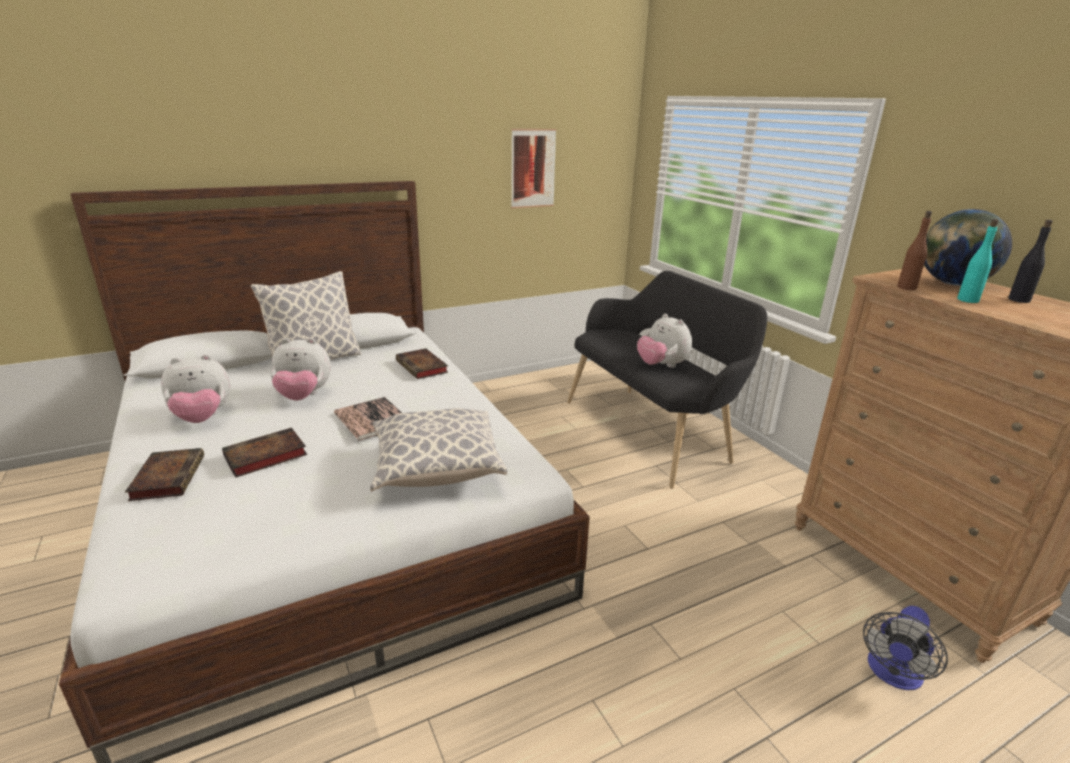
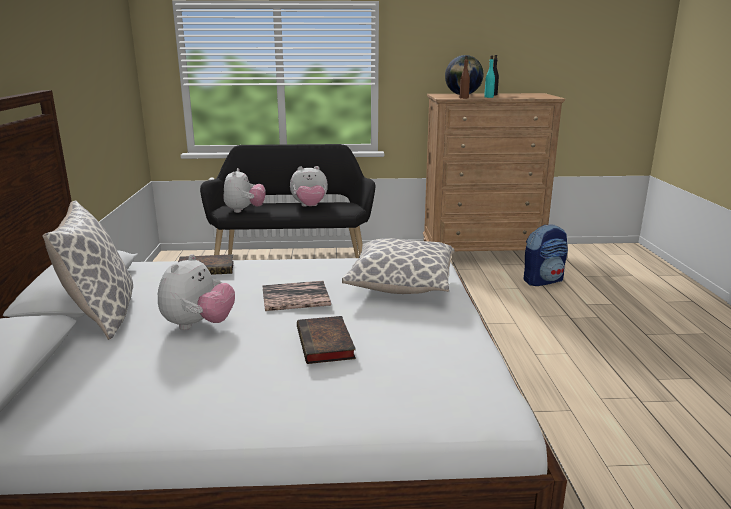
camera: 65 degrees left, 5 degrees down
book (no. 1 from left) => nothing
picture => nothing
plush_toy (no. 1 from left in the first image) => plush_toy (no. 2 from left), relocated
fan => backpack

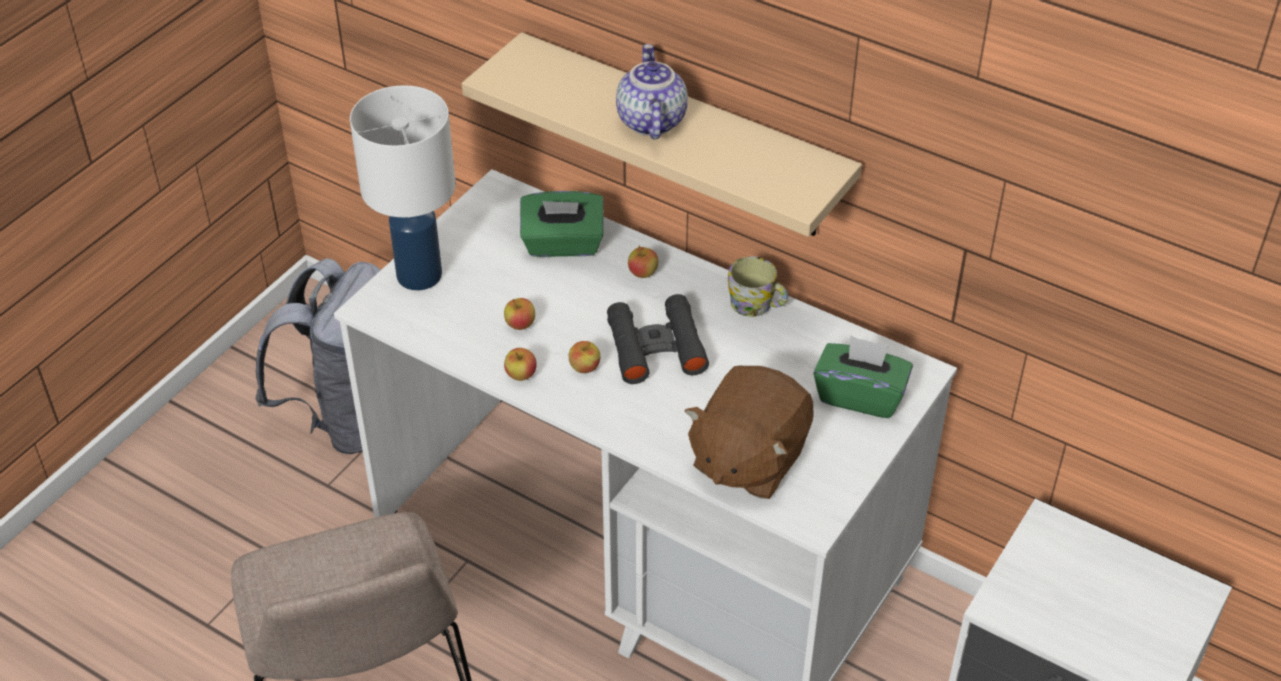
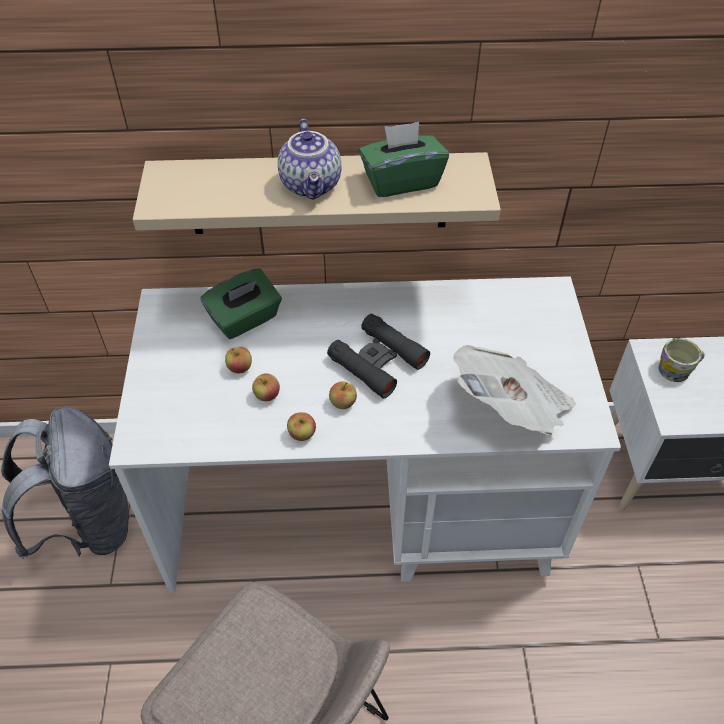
camera: 35 degrees left, 5 degrees up
white_table_lamp => nothing
apple (no. 4 from left in the first image) => apple (no. 1 from left), relocated
mug, relocated
green_tissue_box (no. 2 from left), relocated
brown_plush_toy => newspaper
teapot, 150 degrees counterclockwise

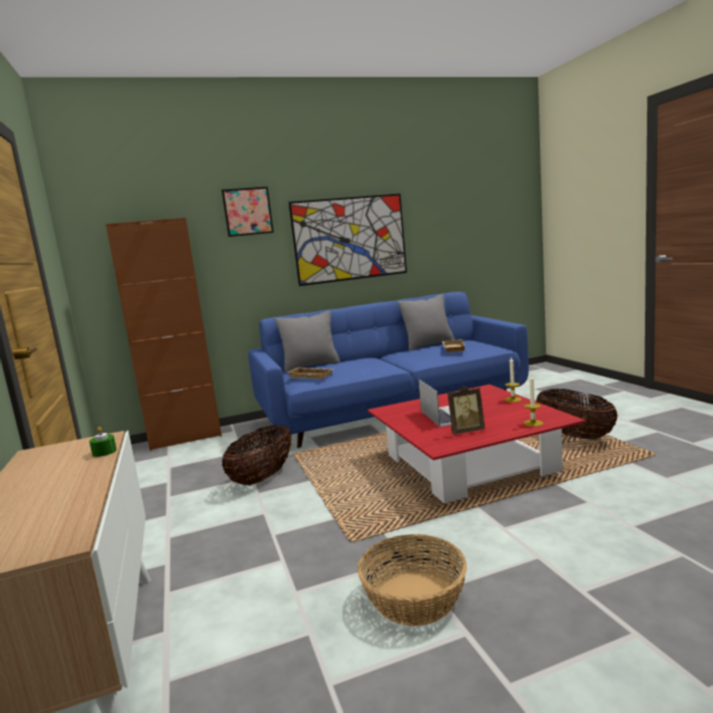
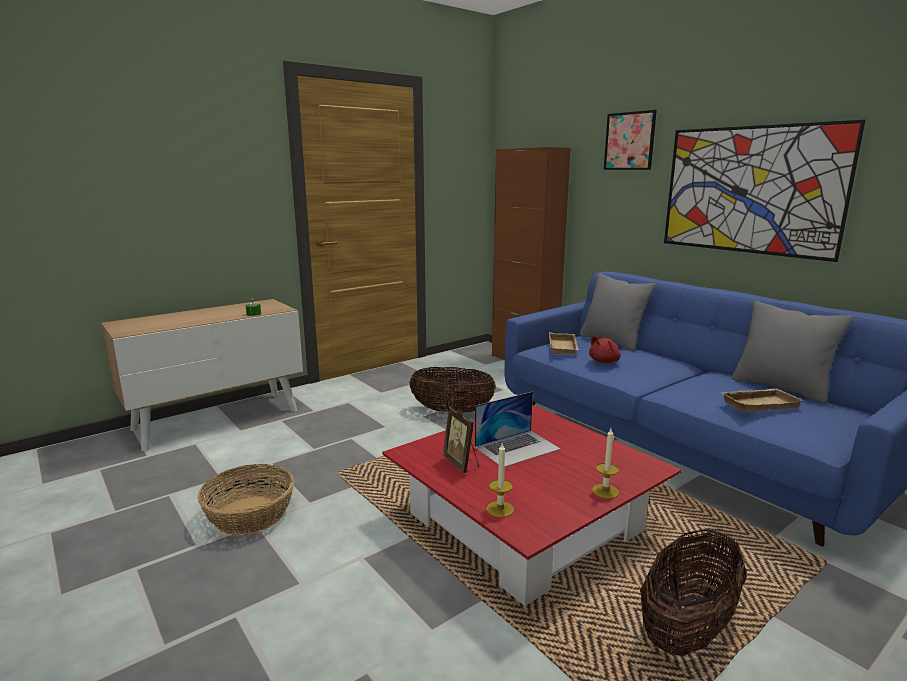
camera: 70 degrees right, 5 degrees up
nothing => red_plush_toy

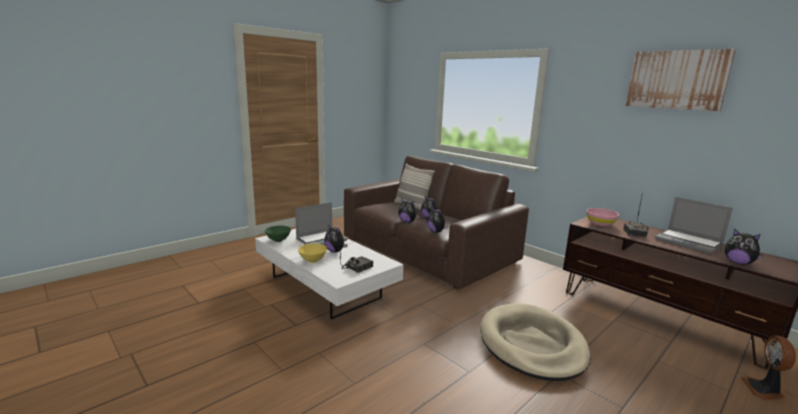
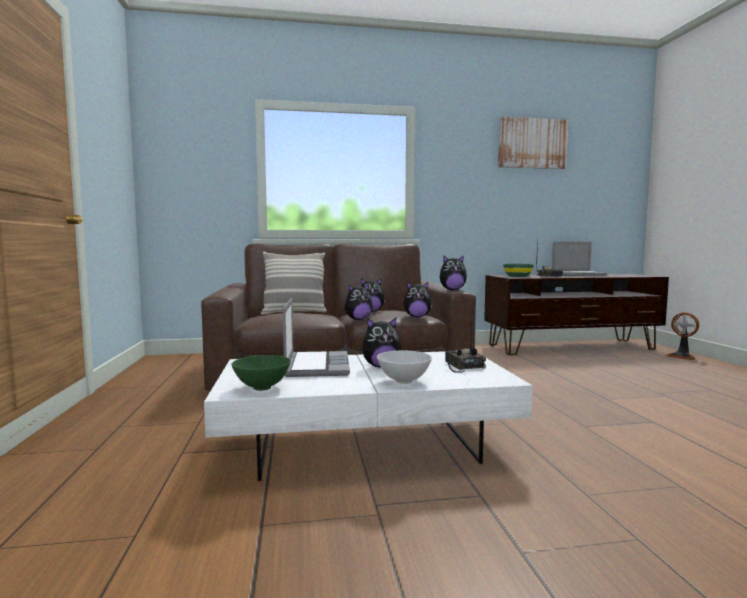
camera: 55 degrees left, 10 degrees down
beige_dog_bed => nothing
plush_toy (no. 5 from left), relocated
yellow_bowl => white_bowl
pink_bowl => green_bowl (no. 2 from left)

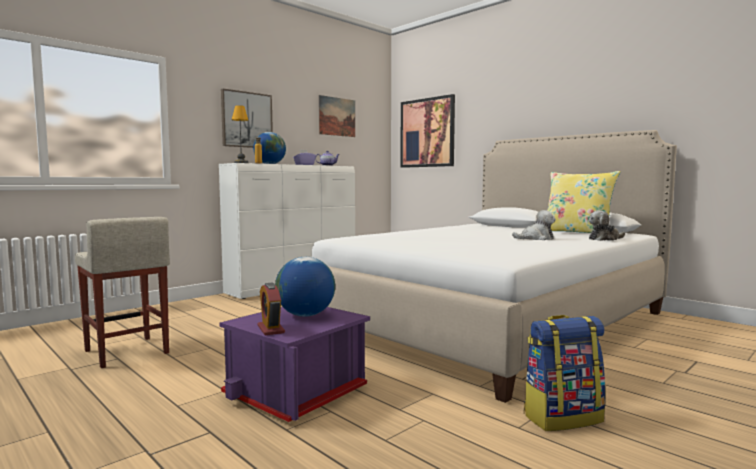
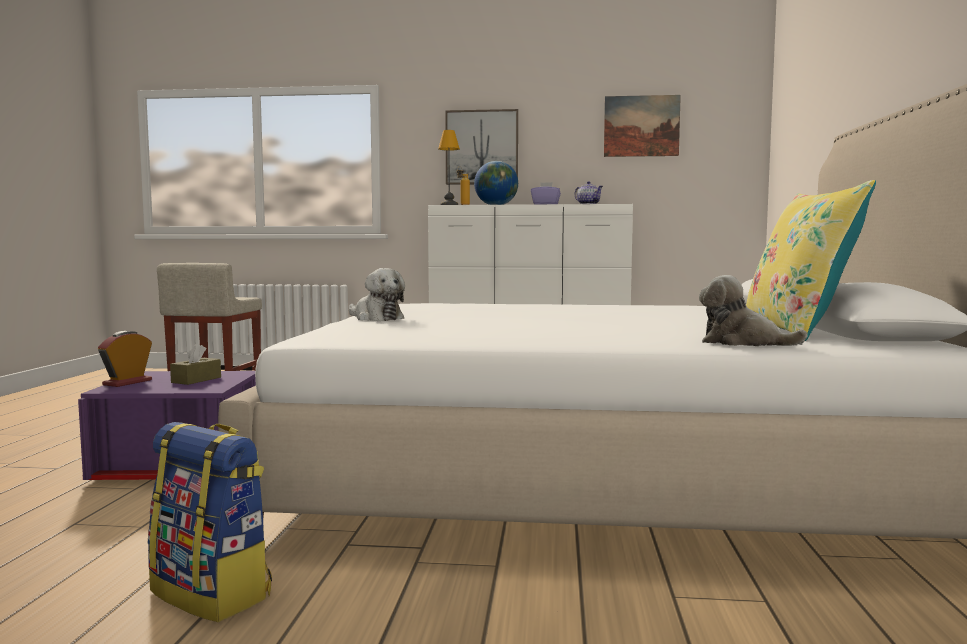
camera: 50 degrees right, 0 degrees up
picture (no. 3 from left) => nothing
plush_toy (no. 1 from left), relocated
globe (no. 2 from left) => brown_tissue_box

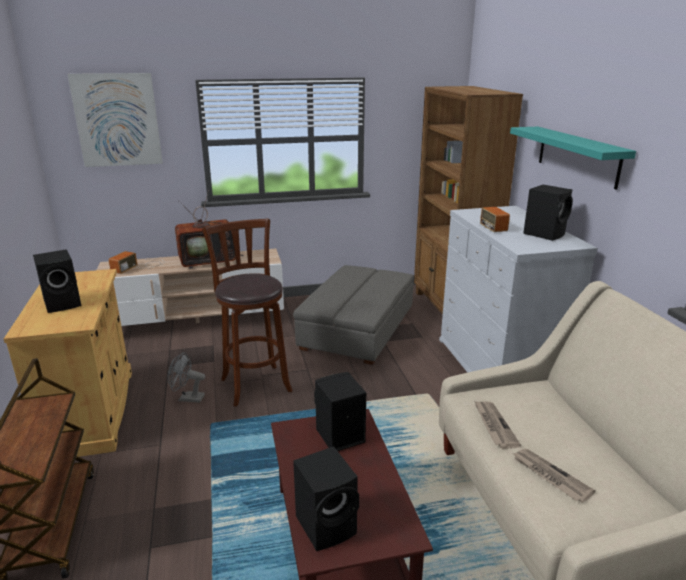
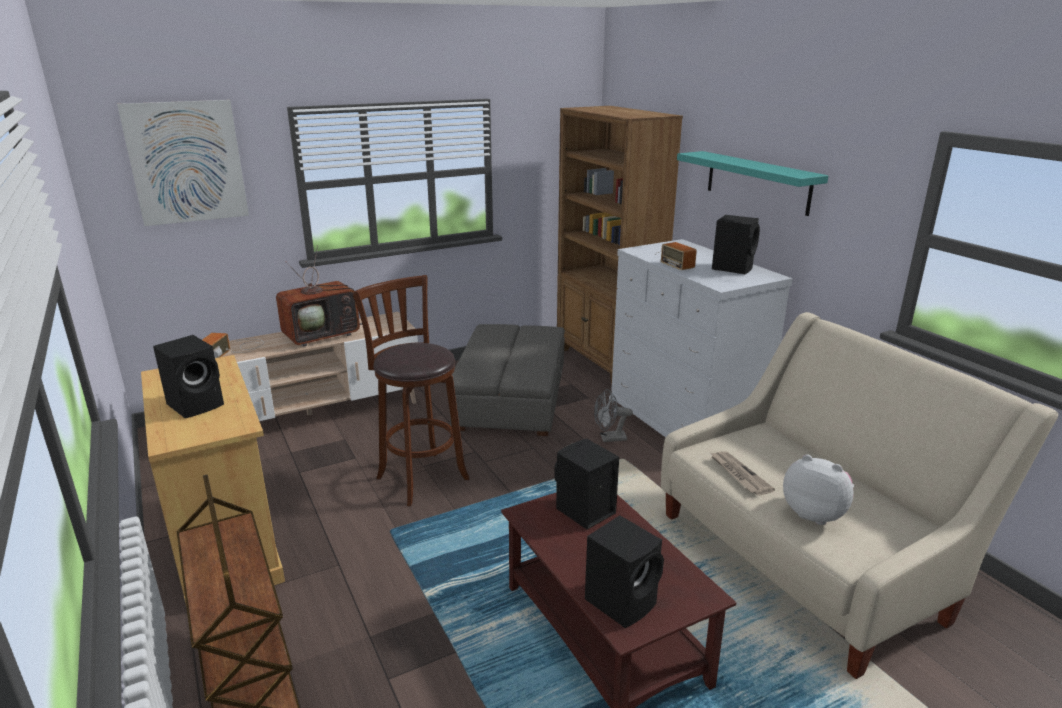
camera: 15 degrees left, 0 degrees up
grey_fan, relocated
newspaper (no. 2 from left) => plush_toy

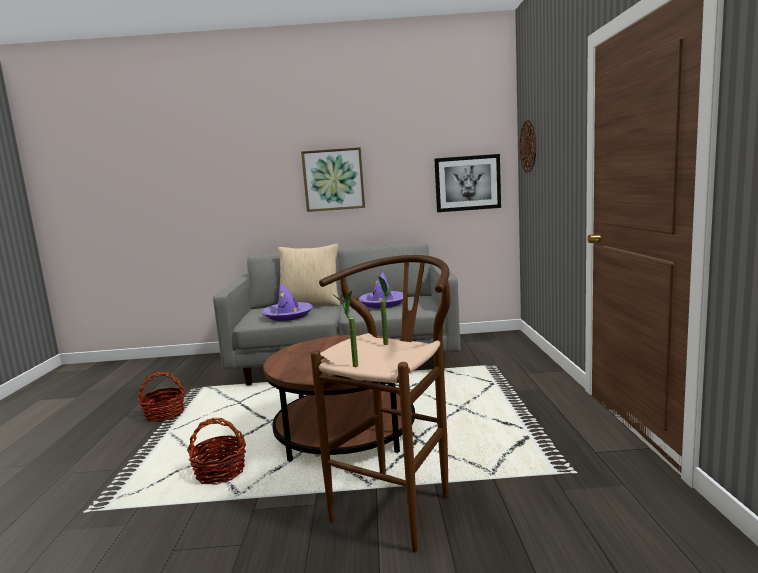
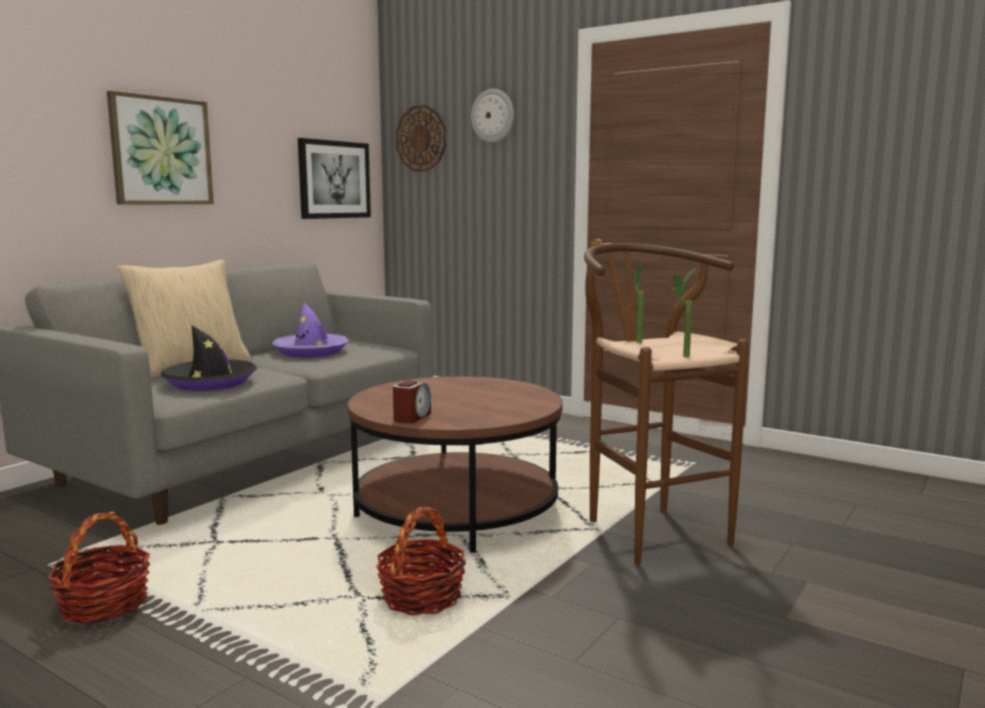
camera: 55 degrees left, 0 degrees up
nothing => alarm_clock
nothing => wall_clock (no. 2 from left)
purple_hat (no. 1 from left) => black_hat

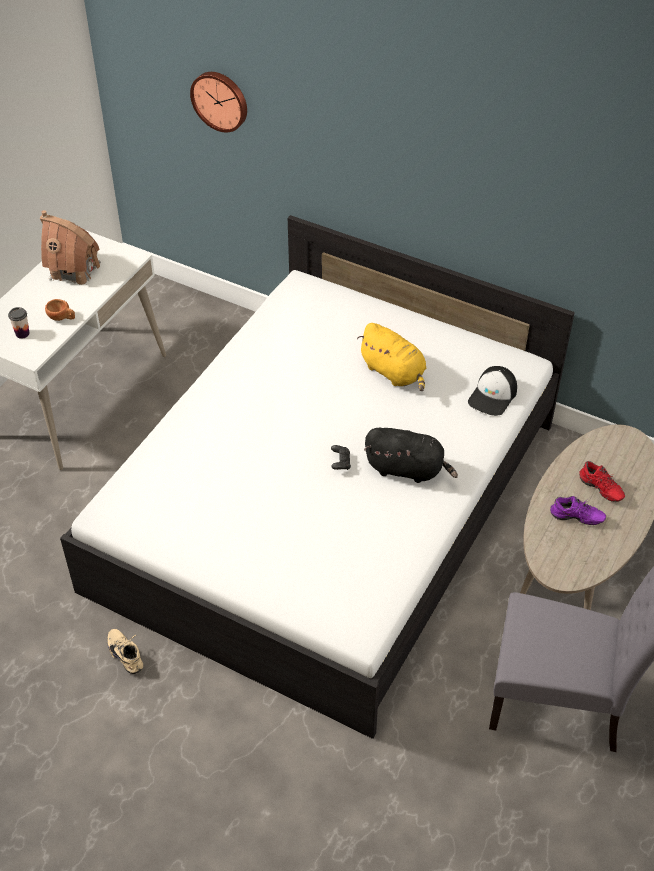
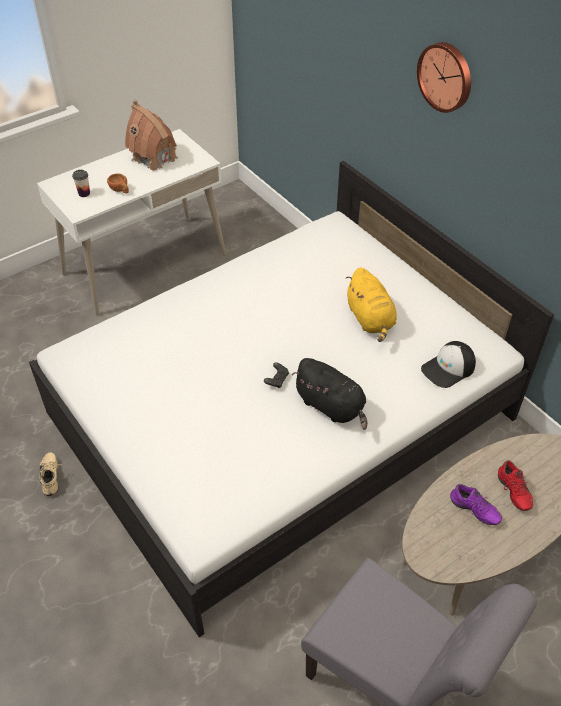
camera: 25 degrees right, 0 degrees up
wall_clock, relocated

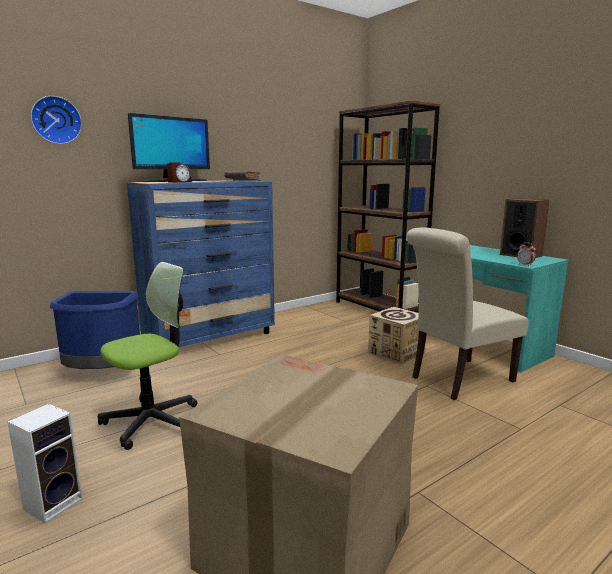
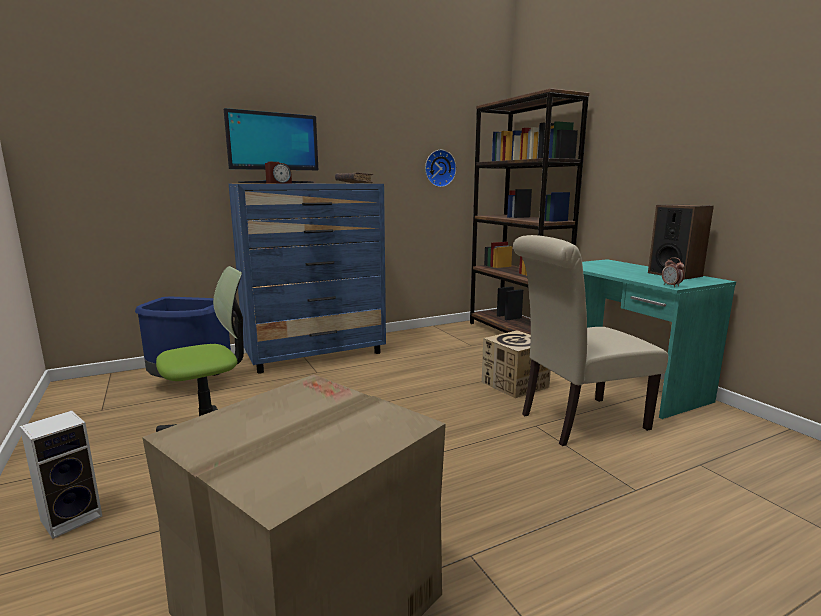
camera: 10 degrees right, 0 degrees up
wall_clock, relocated

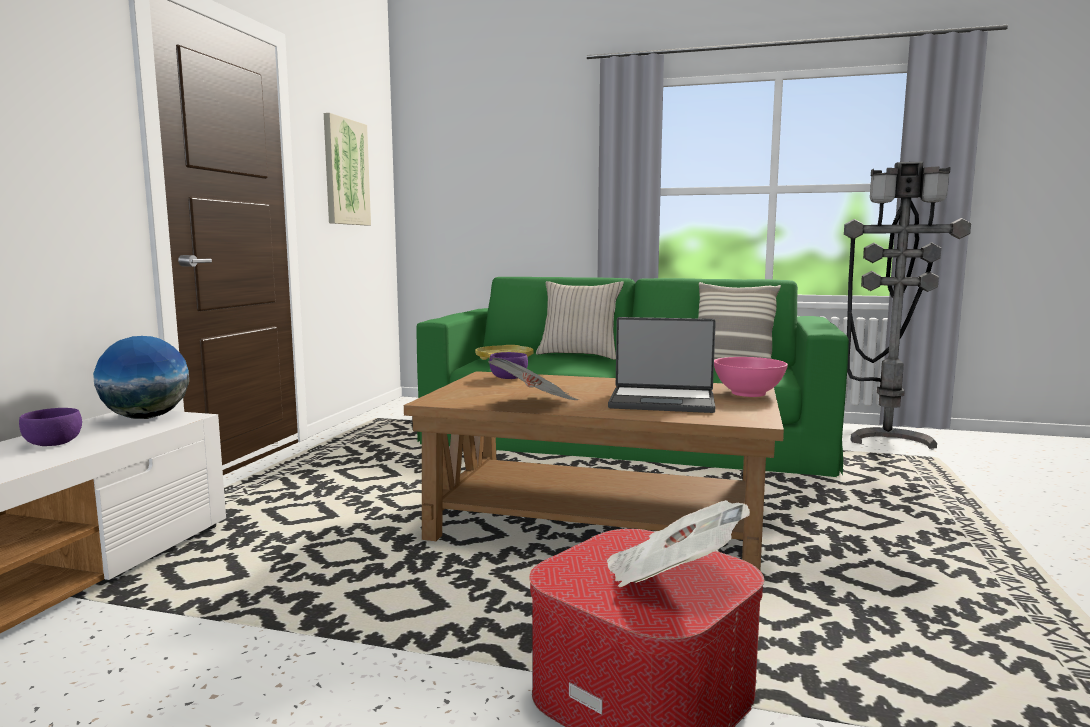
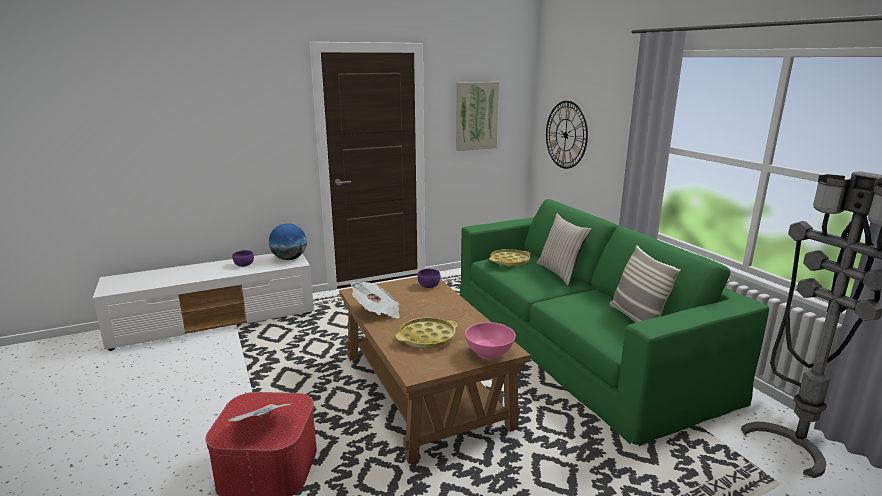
camera: 50 degrees right, 10 degrees up
nothing => wall_clock
laptop => yellow_tray (no. 1 from left)

